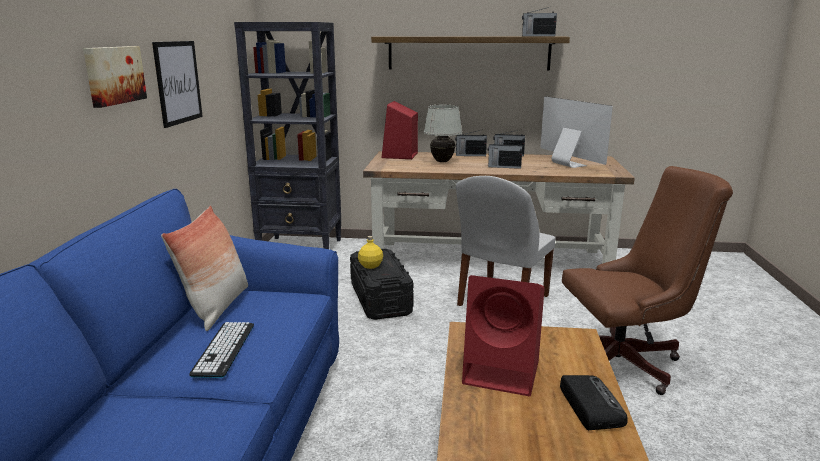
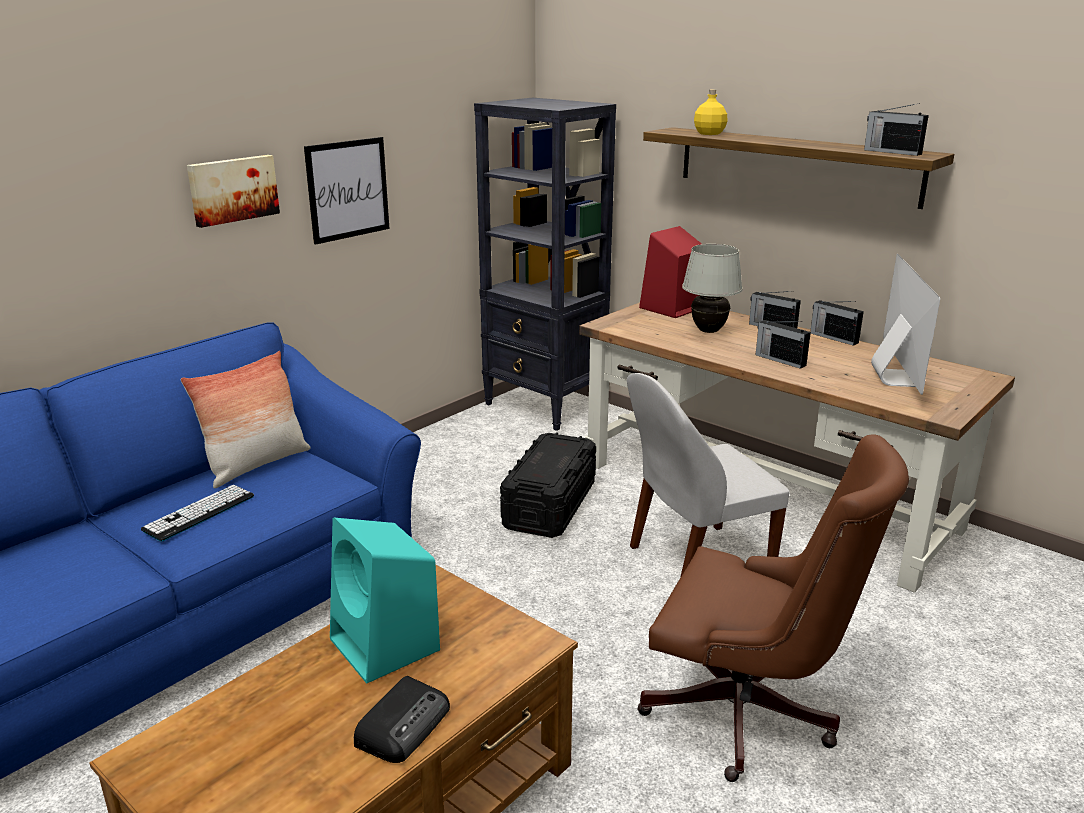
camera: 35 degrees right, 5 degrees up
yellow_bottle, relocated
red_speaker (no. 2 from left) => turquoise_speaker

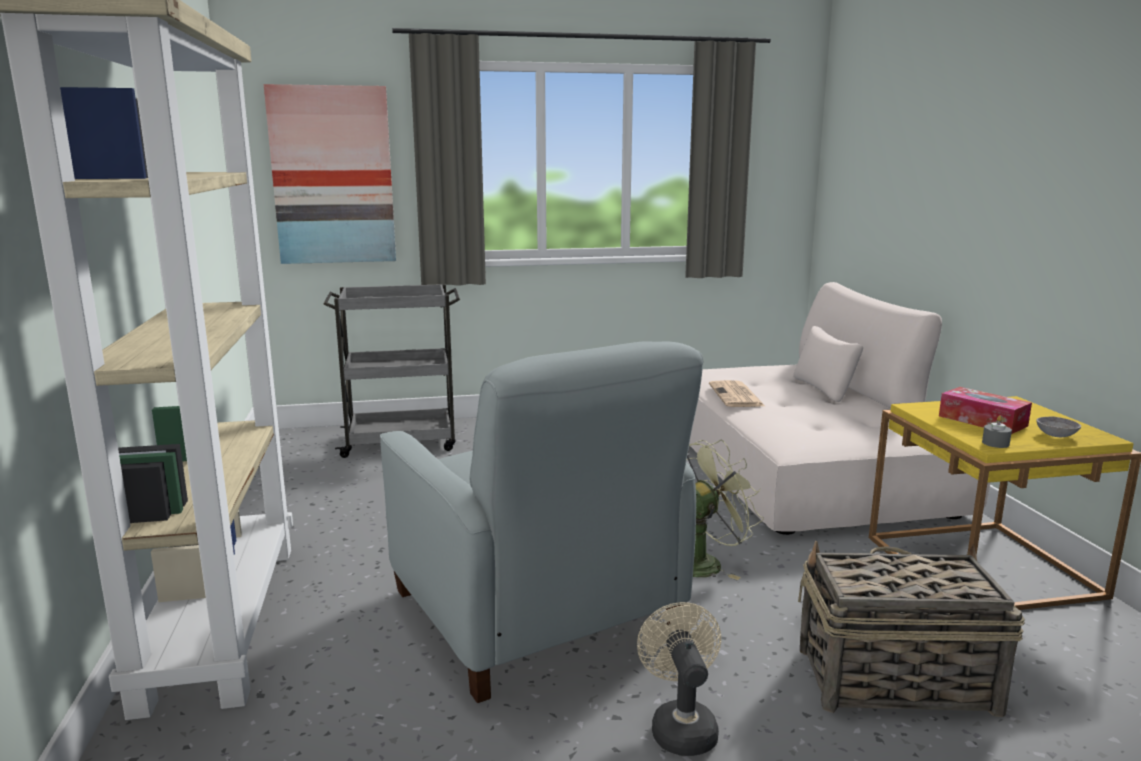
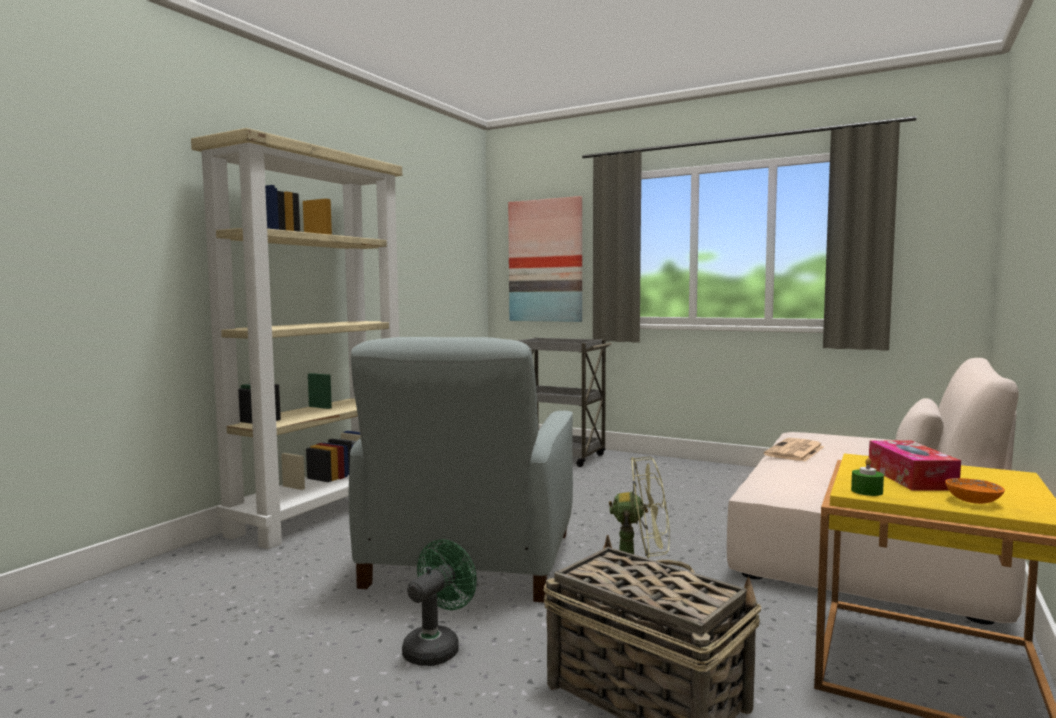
camera: 40 degrees right, 10 degrees down
beige_fan => green_fan (no. 1 from left)
grey_candle => green_candle
grey_bowl => orange_bowl

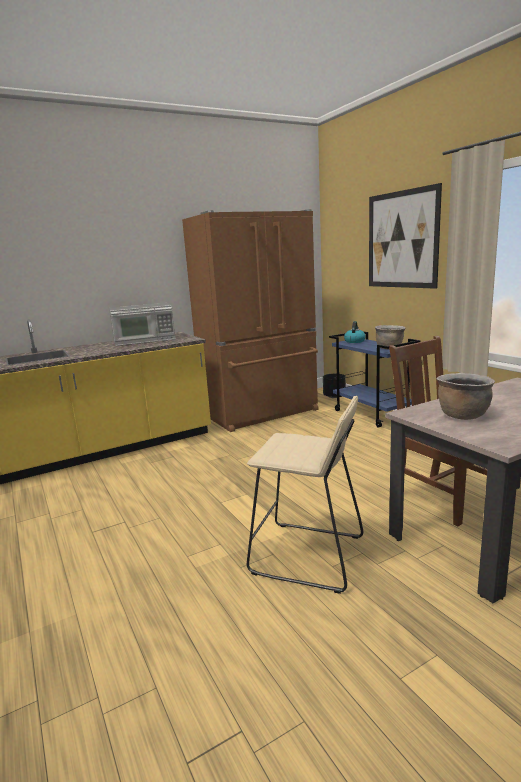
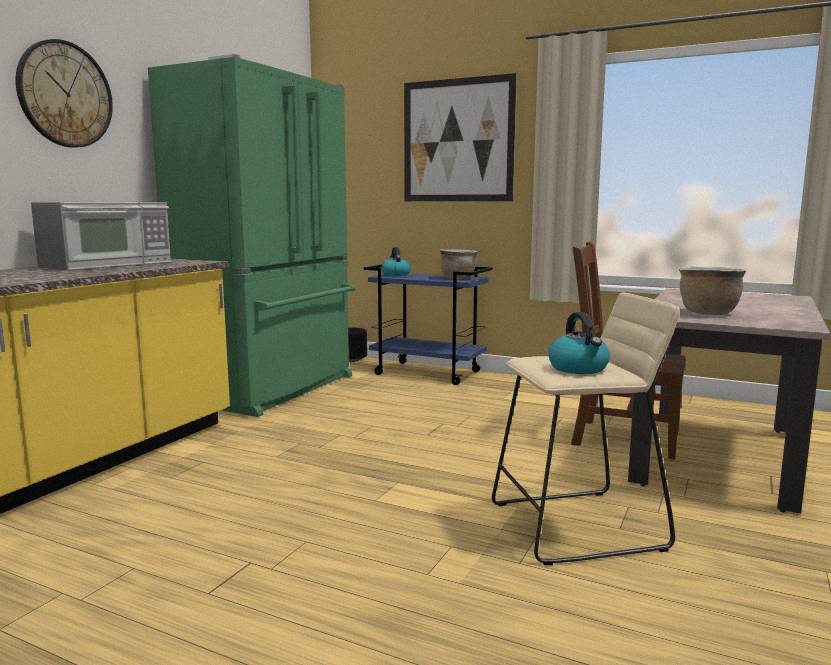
camera: 35 degrees left, 5 degrees down
nothing => wall_clock
nothing => kettle (no. 2 from left)
brown_fridge => green_fridge

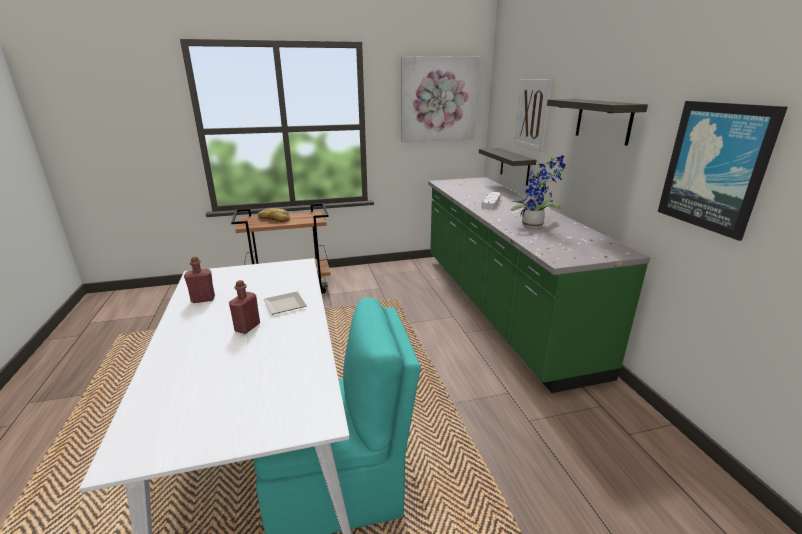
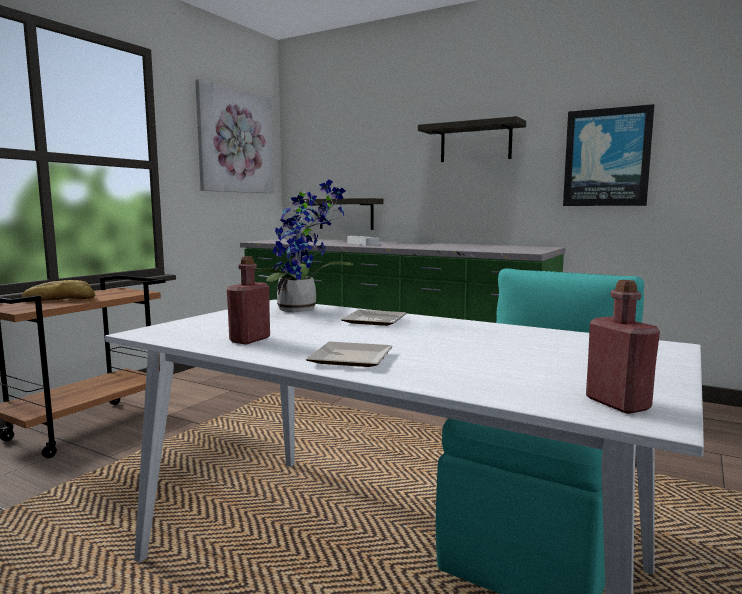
camera: 45 degrees left, 15 degrees down
picture (no. 2 from left) => nothing
nothing => plate (no. 1 from left)
red_bottle (no. 2 from left), relocated
potted_plant, relocated

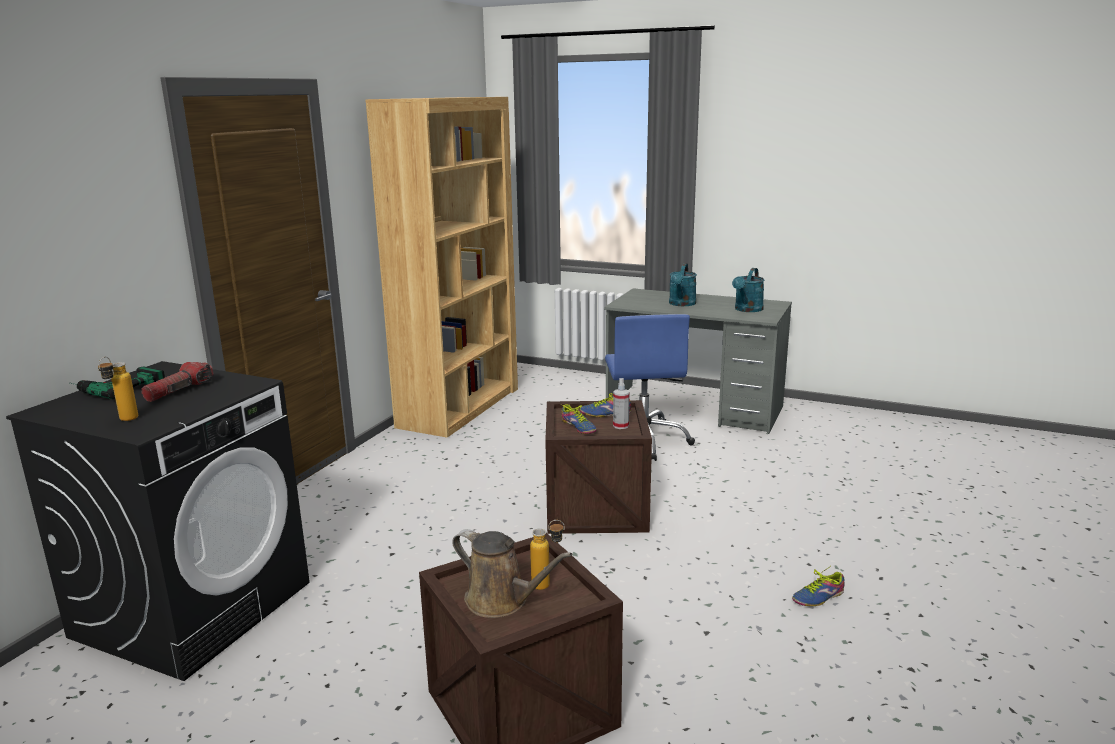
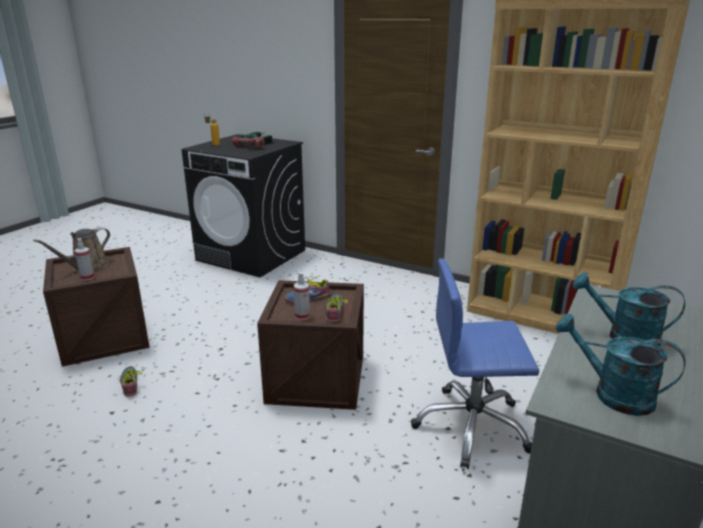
camera: 95 degrees right, 5 degrees up
shoe (no. 3 from left in the first image) => shoe (no. 1 from left), relocated
bottle (no. 2 from left) => spray_bottle (no. 1 from left)

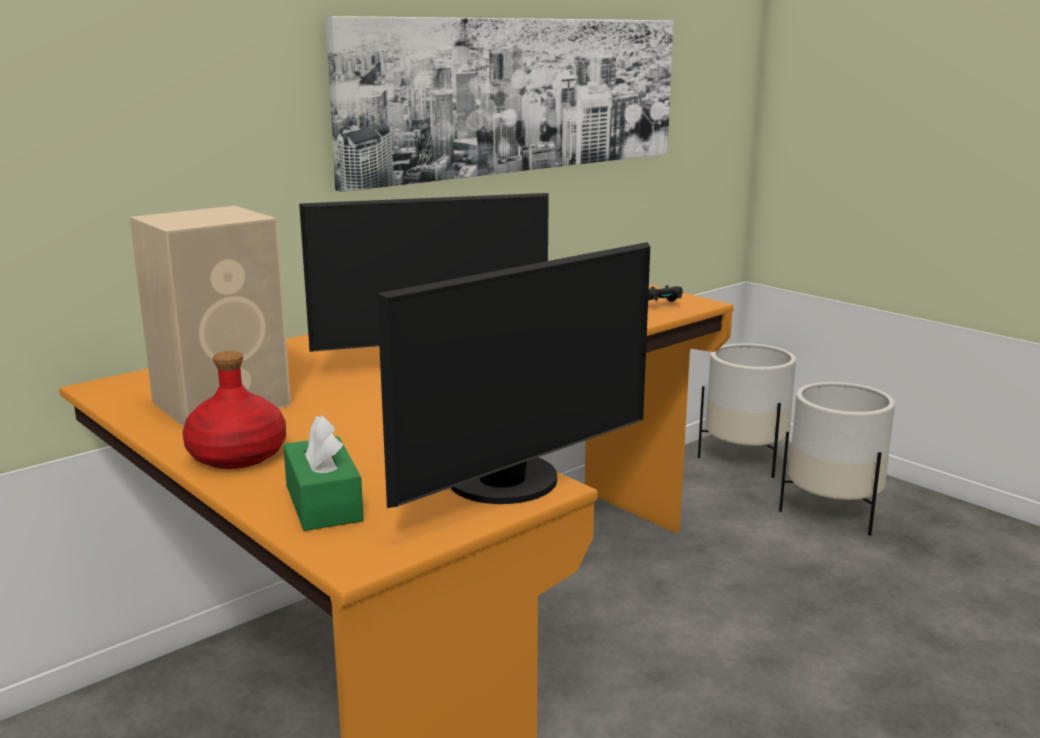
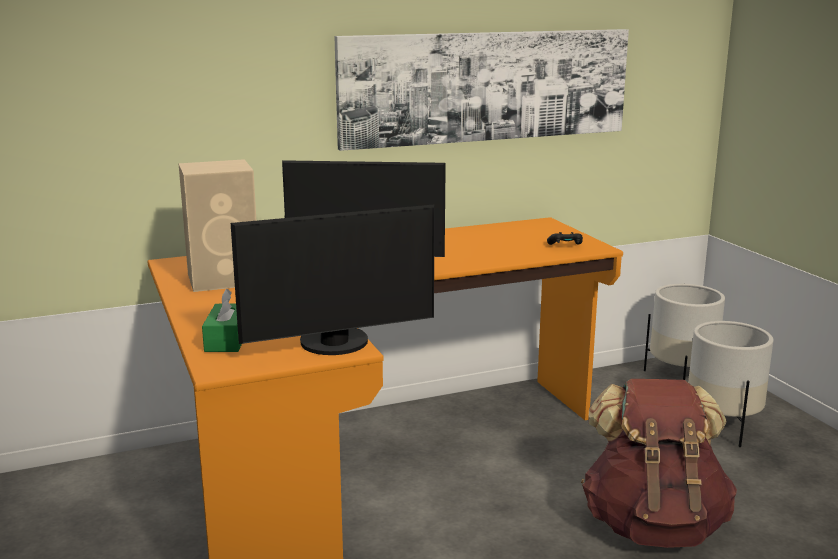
camera: 20 degrees right, 0 degrees up
red_bottle => nothing
nothing => brown_backpack

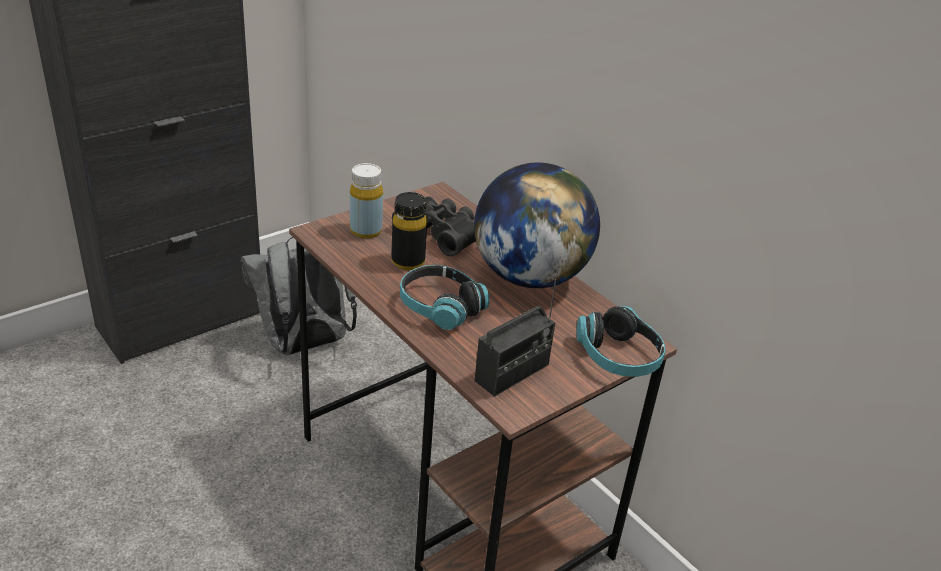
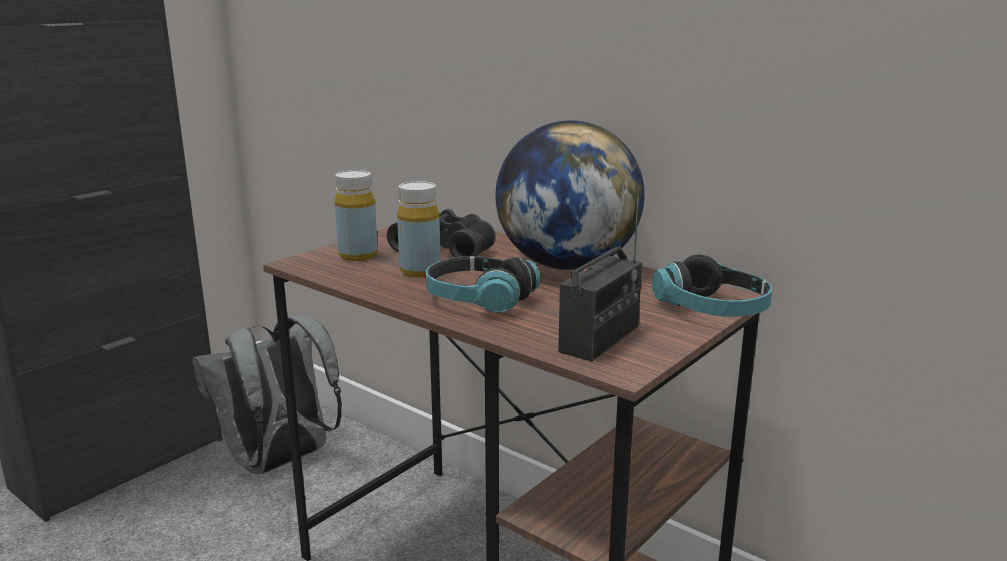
camera: 10 degrees left, 15 degrees down
black_bottle => yellow_bottle (no. 2 from left)

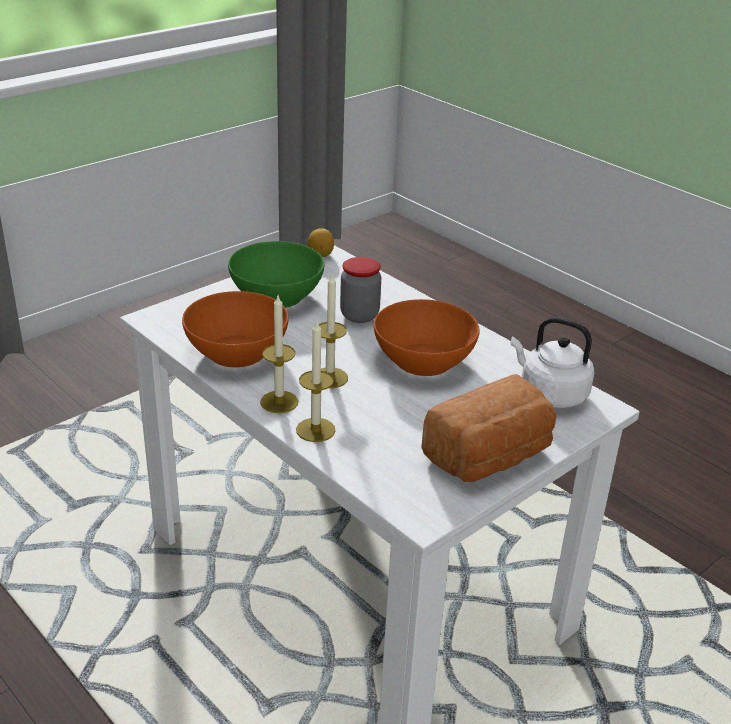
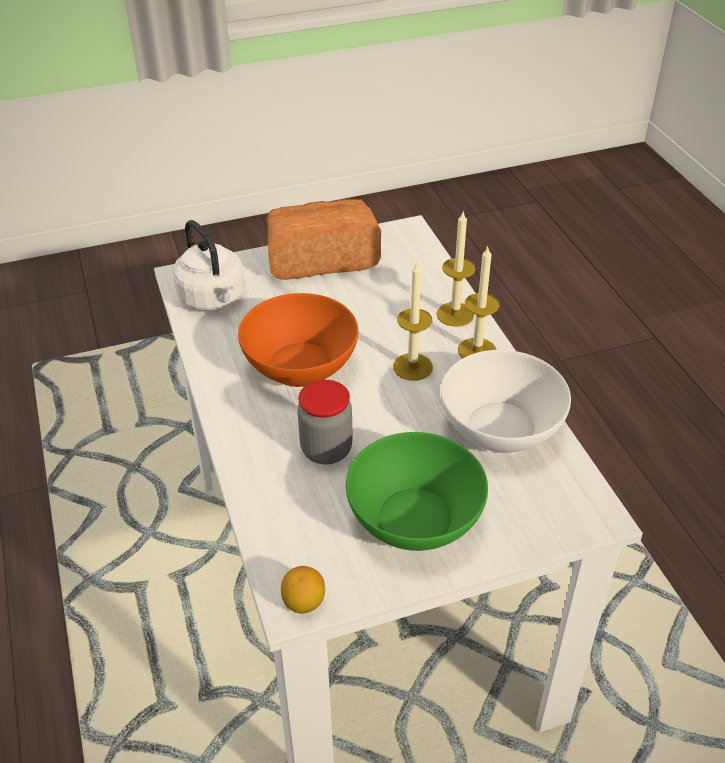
camera: 155 degrees left, 10 degrees up
orange_bowl (no. 1 from left) => white_bowl

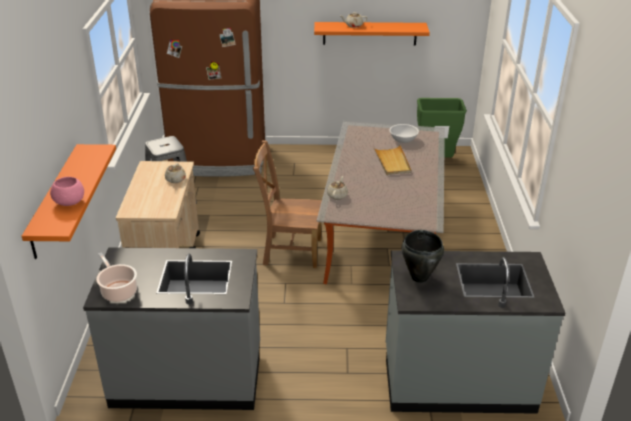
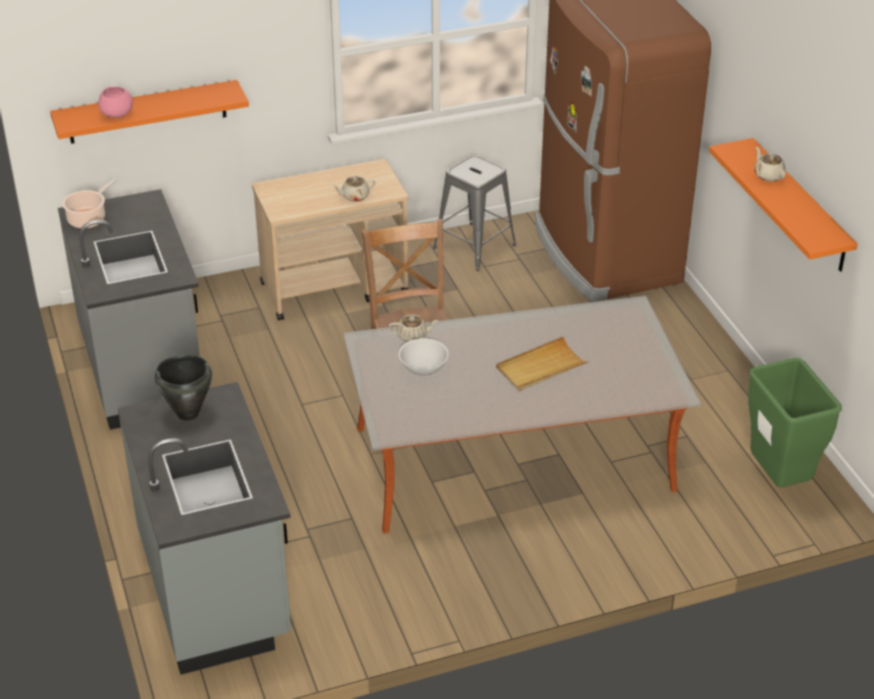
camera: 70 degrees right, 5 degrees up
white_bowl, relocated

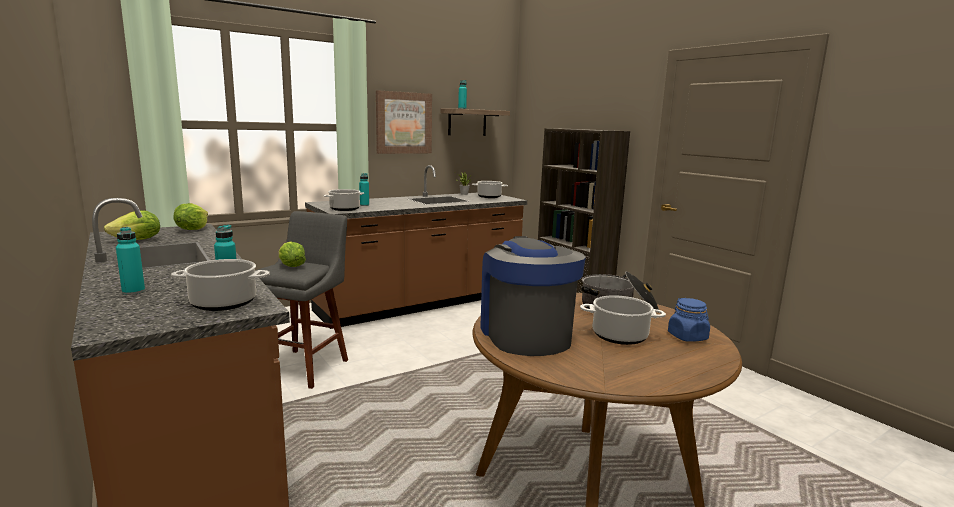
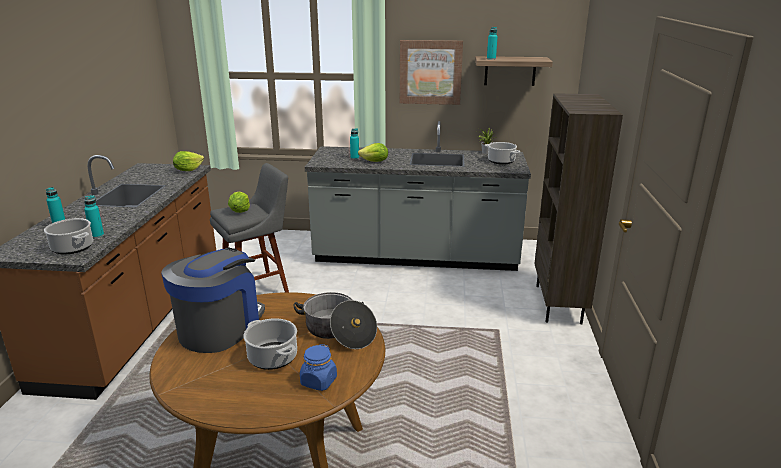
camera: 40 degrees right, 10 degrees up
cooking_pot (no. 2 from left) => nothing
lettuce (no. 1 from left in the first image) => lettuce (no. 3 from left), relocated
brown_counter (no. 2 from left) => grey_counter

